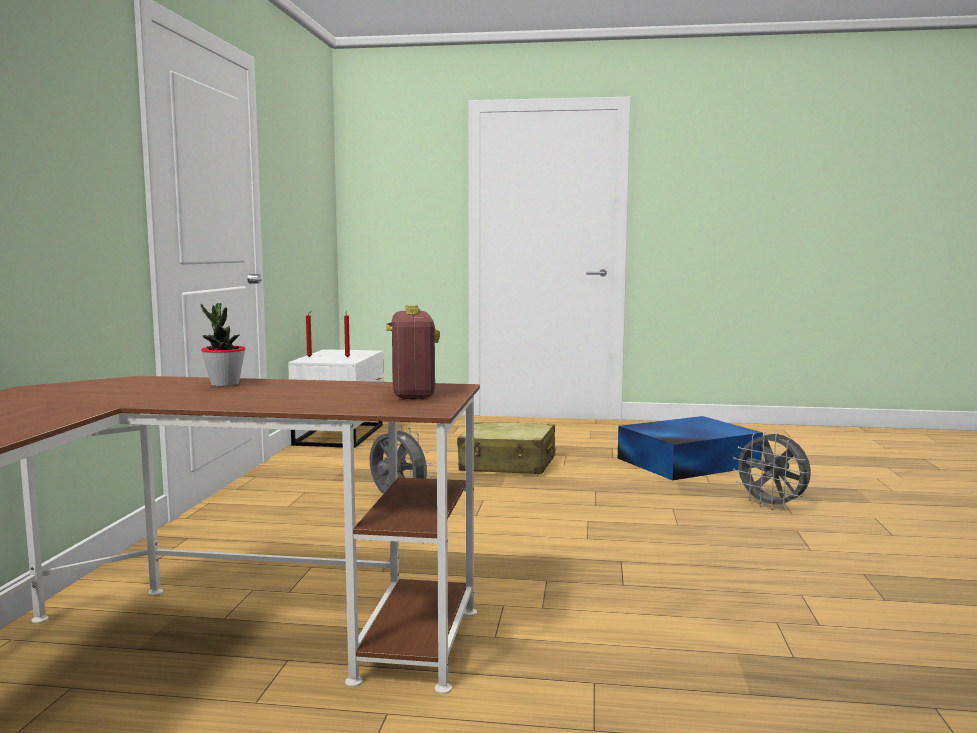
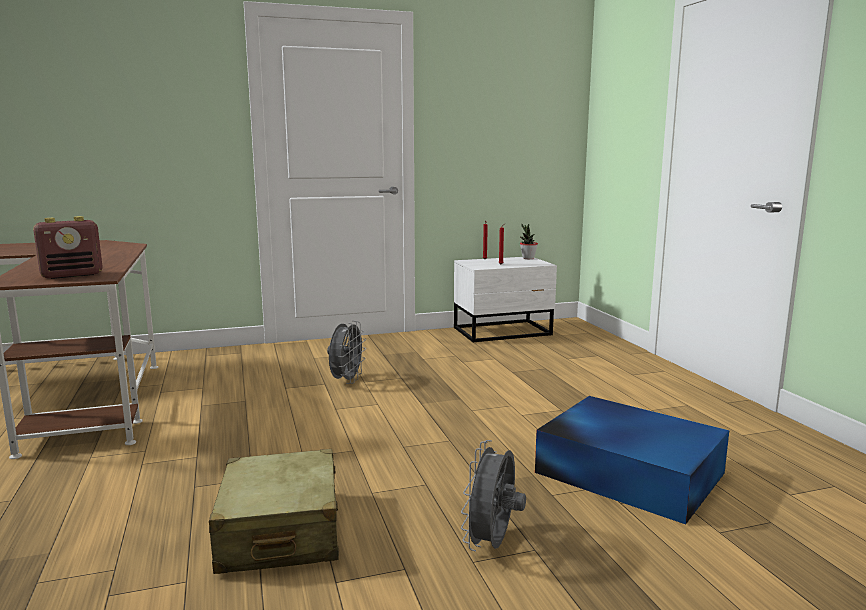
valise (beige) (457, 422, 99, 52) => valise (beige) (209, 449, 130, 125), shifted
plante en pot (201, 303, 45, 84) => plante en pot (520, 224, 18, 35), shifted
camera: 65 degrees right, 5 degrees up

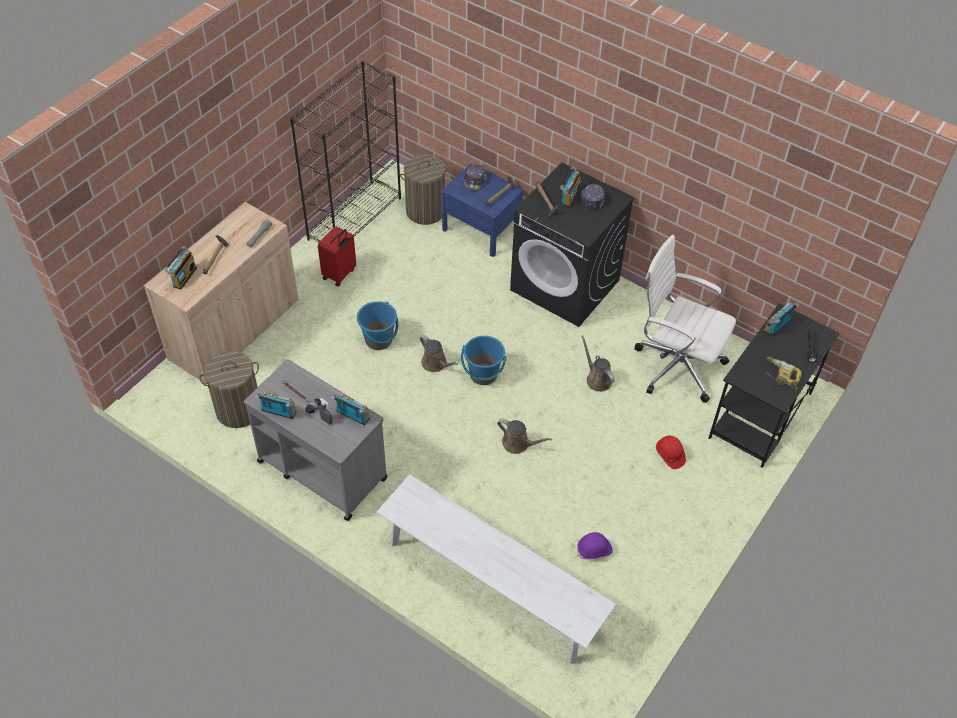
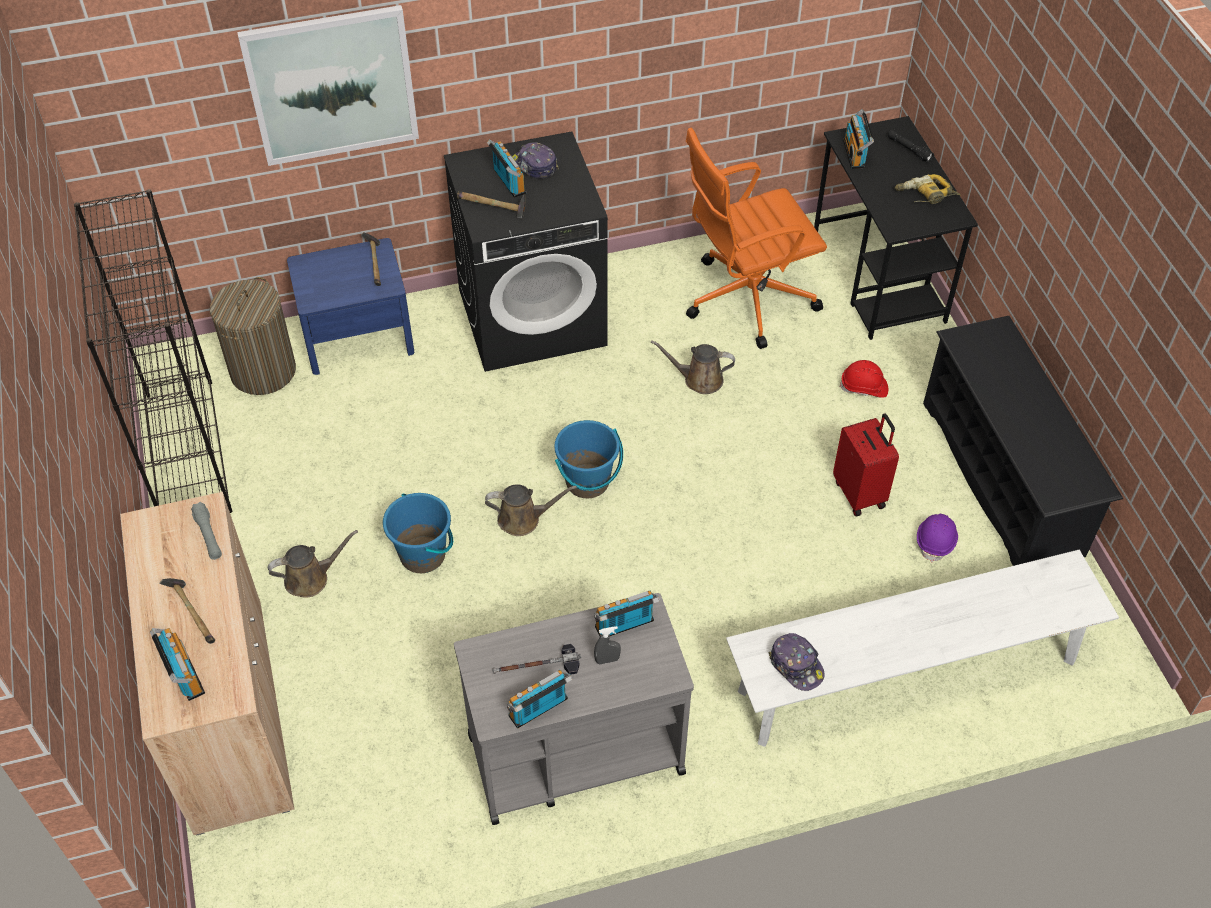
nothing => tableau (237, 5, 182, 161)
arrosoir (marron) (497, 419, 55, 35) => arrosoir (marron) (268, 530, 90, 68), shifted
chaise de bureau (blanc) (635, 235, 101, 168) => chaise de bureau (orange) (686, 128, 141, 221)
casquette (464, 164, 23, 27) => casquette (769, 633, 55, 58), shifted
valise (rouge) (318, 226, 38, 61) => valise (rouge) (833, 414, 66, 102), shifted
nothing => étagère à chaussures (noir) (923, 316, 200, 250)
panier à linge (199, 351, 60, 77) => nothing
camera: 50 degrees left, 0 degrees up

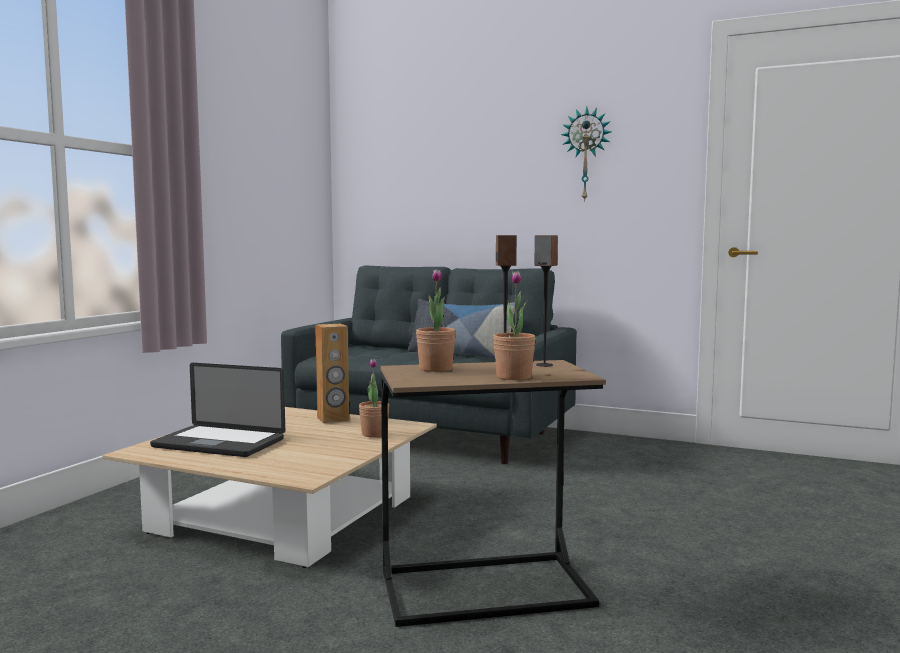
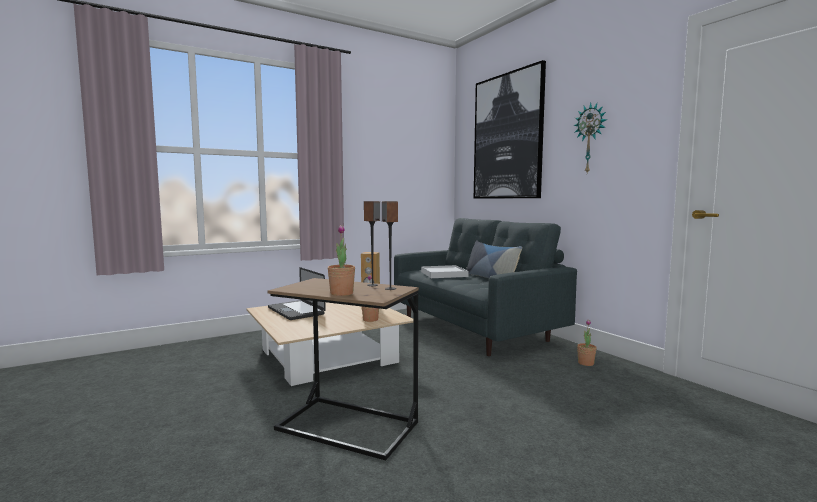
nothing => plateau (blanc) (421, 265, 48, 13)
nothing => tableau (474, 60, 72, 138)
plante en pot (416, 269, 40, 103) => plante en pot (577, 320, 20, 46), shifted
camera: 35 degrees right, 0 degrees up

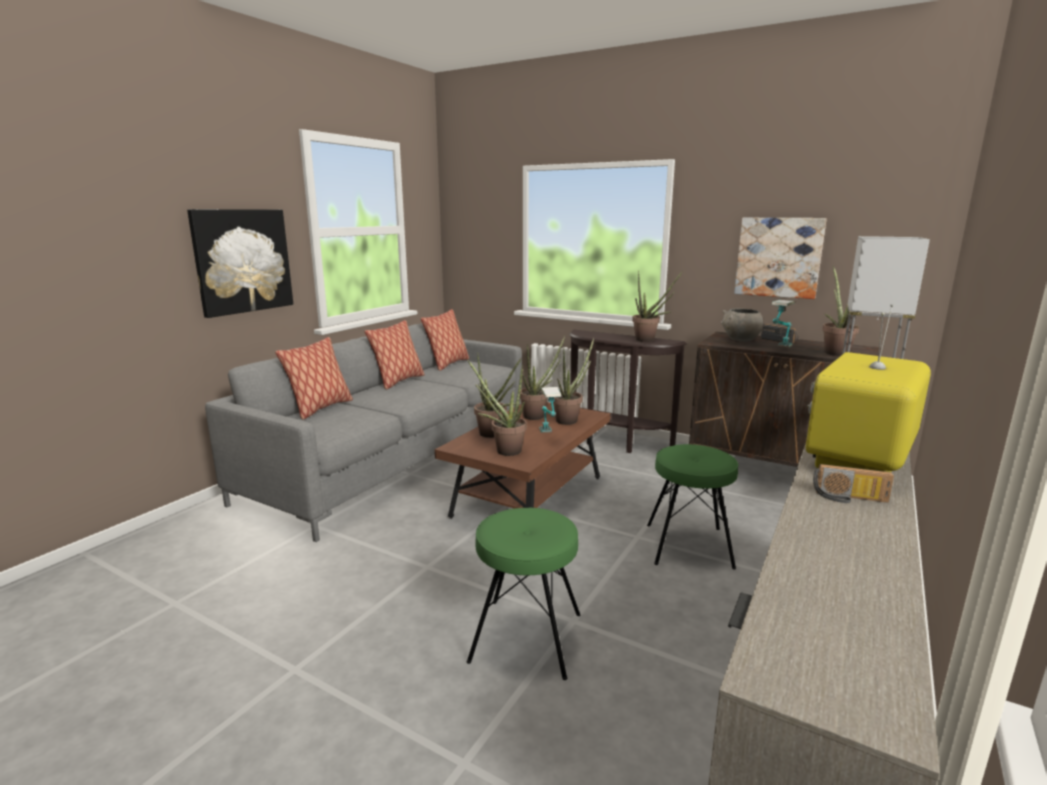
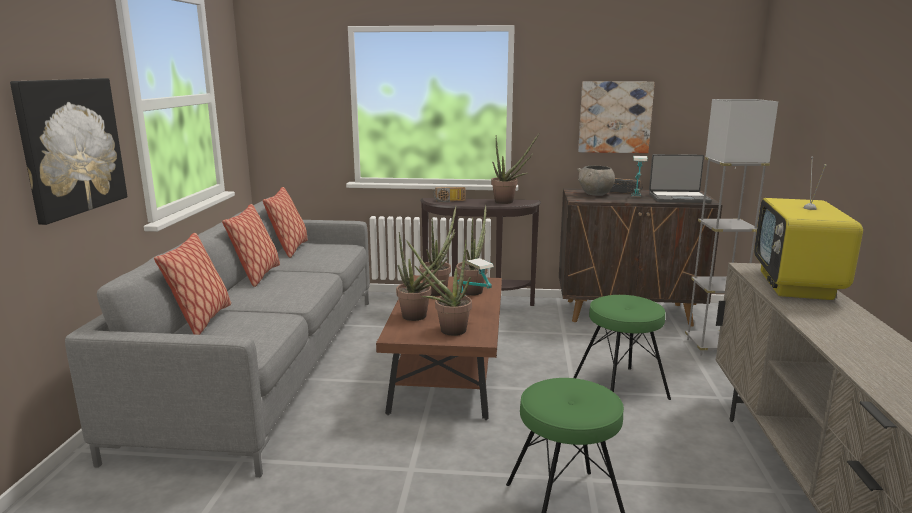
radio (813, 464, 81, 39) => radio (433, 187, 33, 16), shifted
plante en pot (822, 266, 37, 90) => ordinateur portable (649, 154, 63, 49)
camera: 25 degrees left, 0 degrees up

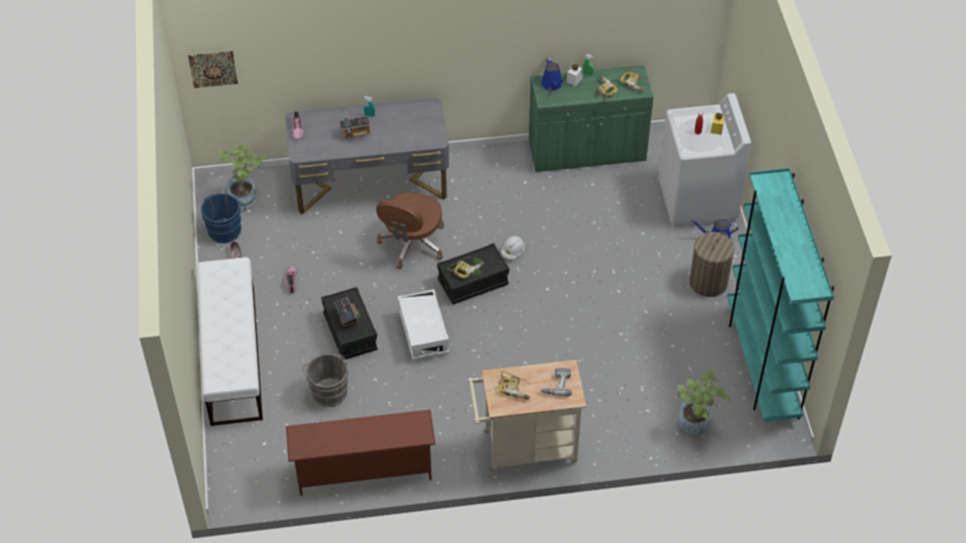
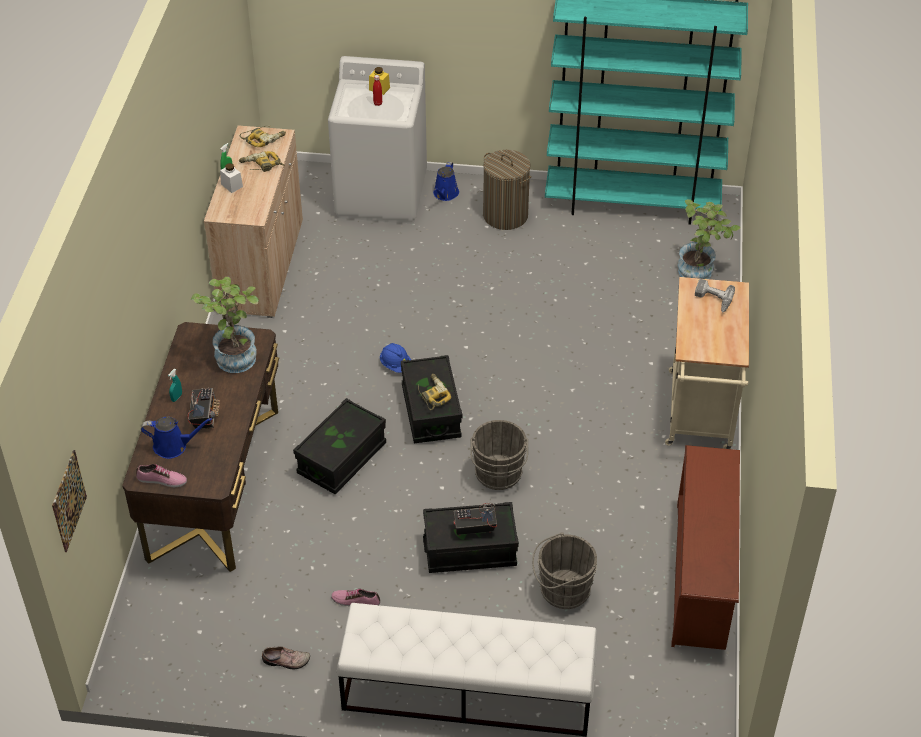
bureau (gris) (285, 98, 164, 116) => bureau (marron) (122, 322, 157, 250)
arrosoir (bleu) (541, 57, 22, 34) => arrosoir (bleu) (141, 416, 72, 43), shifted
plante en pot (217, 144, 49, 64) => plante en pot (191, 277, 68, 96), shifted
meuble de rangement (vert) (529, 65, 124, 107) => meuble de rangement (beige) (204, 125, 99, 193)
chaise de bureau (marron) (376, 192, 68, 77) => boîte de rangement (noir) (293, 398, 93, 96)
casque de chantier (blanc) (501, 235, 24, 24) => casque de chantier (bleu) (380, 343, 31, 30)
boîte de rangement (blanc) (398, 289, 51, 72) => seau (gris) (470, 420, 58, 70)
seau (bleu) (201, 193, 45, 50) => nothing
perceuse (498, 371, 32, 29) => nothing
camera: 75 degrees left, 5 degrees down

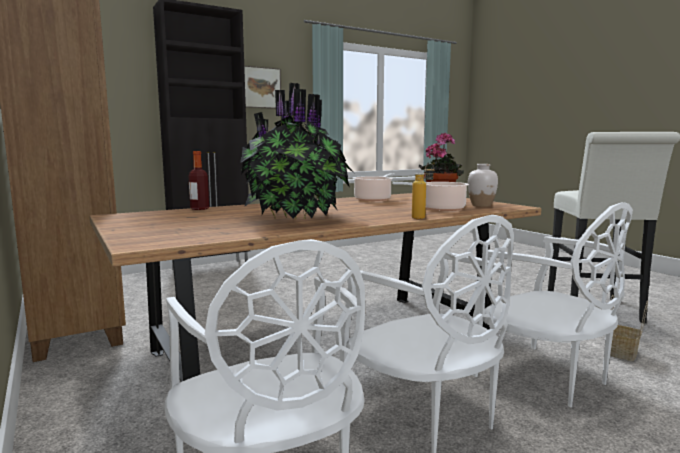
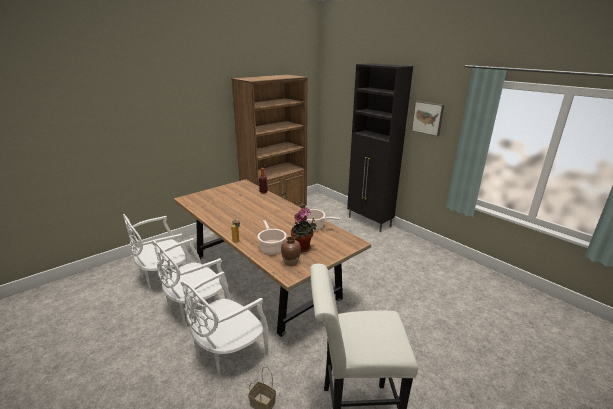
vase (blanc) (468, 164, 30, 43) => vase (marron) (281, 237, 20, 29)
plante en pot (240, 83, 114, 135) => nothing
camera: 80 degrees right, 15 degrees up

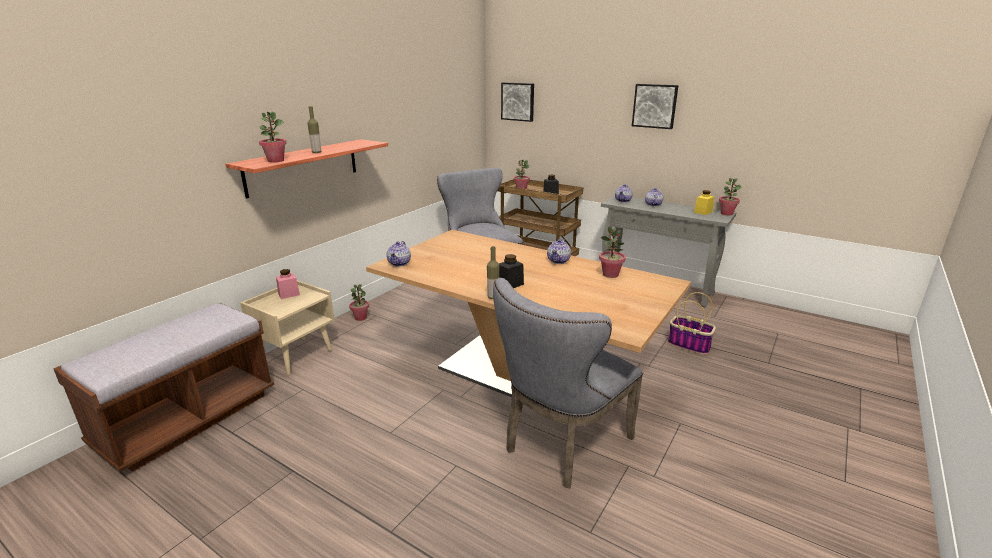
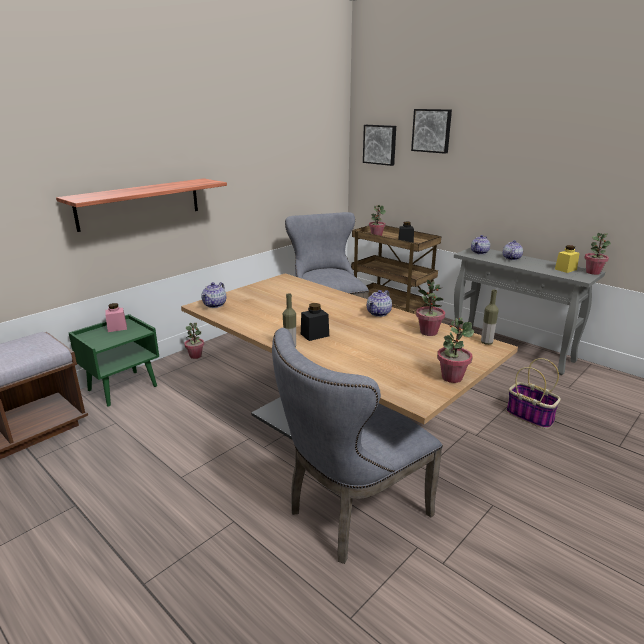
table de chevet (beige) (240, 280, 95, 95) => table de chevet (vert) (69, 314, 90, 93)
tableau (632, 84, 46, 45) => tableau (411, 109, 41, 45), shifted
plante en pot (259, 111, 28, 51) => plante en pot (437, 318, 37, 65), shifted
bouteille (307, 106, 14, 47) => bouteille (481, 290, 17, 55), shifted
camera: 10 degrees right, 0 degrees up

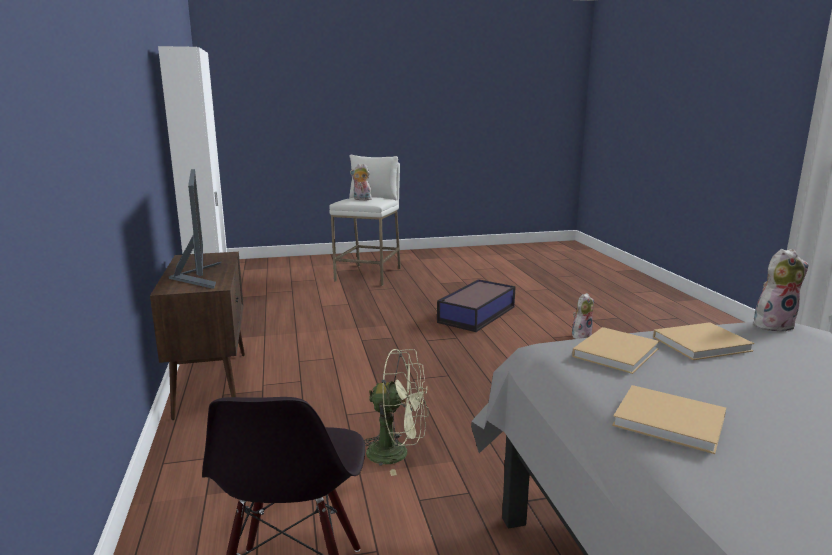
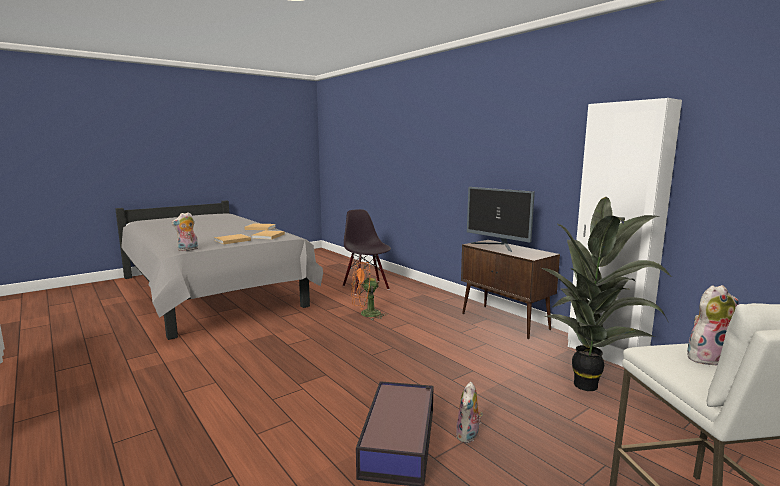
ventilateur (vert) (364, 349, 65, 127) => ventilateur (orange) (351, 262, 37, 58)
peluche (572, 293, 22, 46) => peluche (456, 382, 27, 62), shifted
nothing => plante en pot (541, 197, 131, 194)
camera: 155 degrees right, 5 degrees down

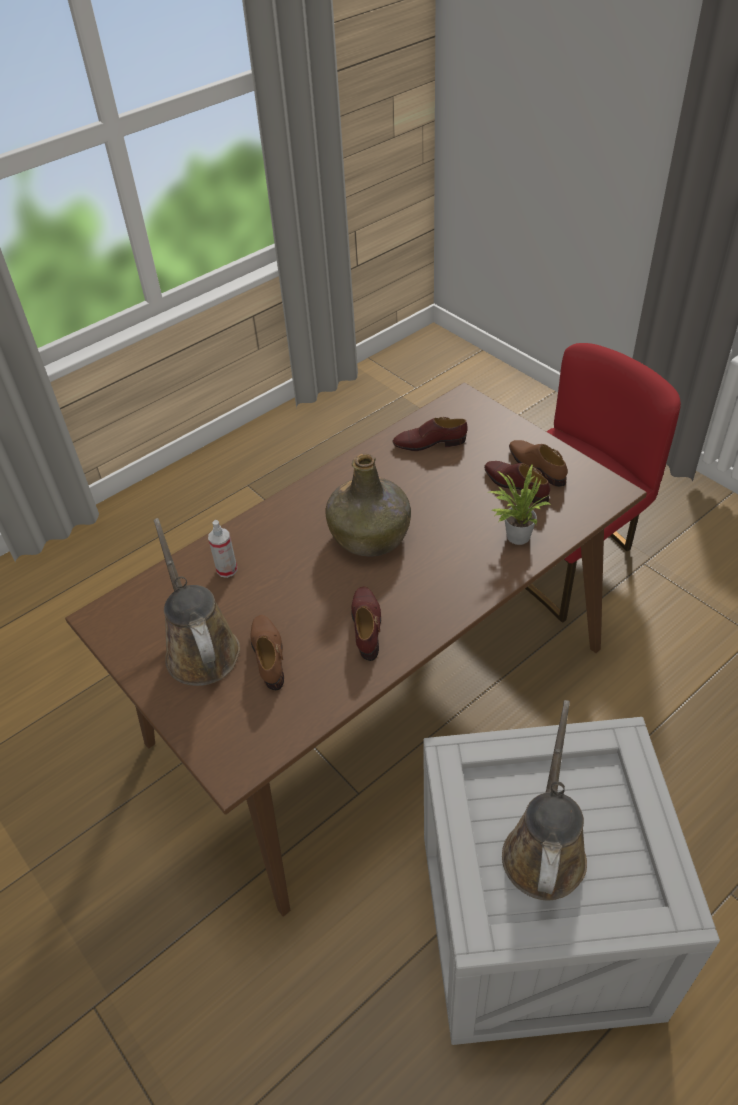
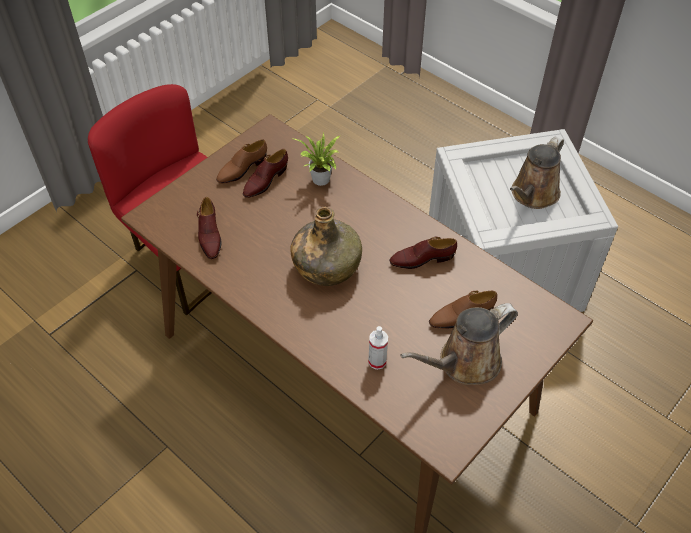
arrosoir (marron) (502, 700, 85, 200) => arrosoir (marron) (510, 136, 54, 73), 60 degrees counterclockwise
camera: 100 degrees left, 5 degrees up

